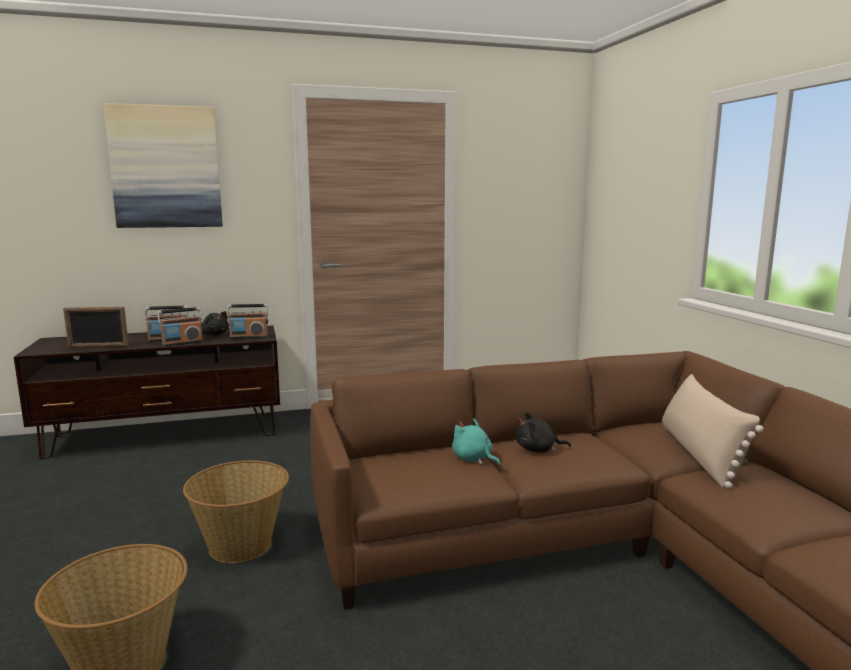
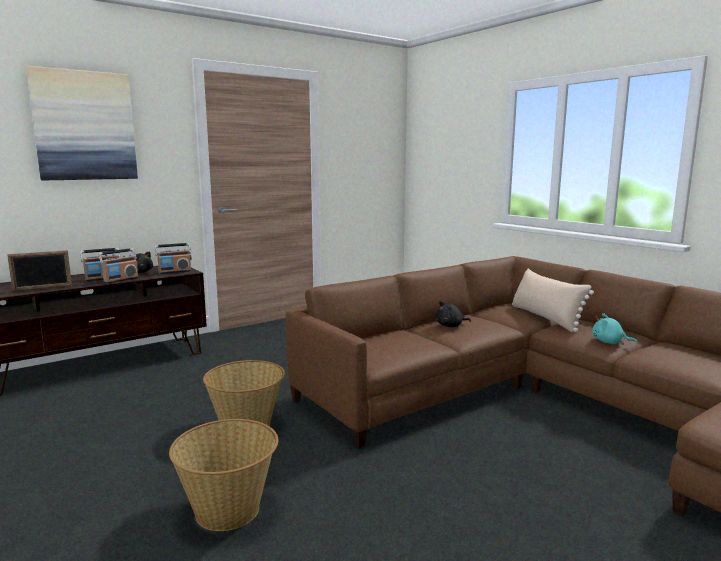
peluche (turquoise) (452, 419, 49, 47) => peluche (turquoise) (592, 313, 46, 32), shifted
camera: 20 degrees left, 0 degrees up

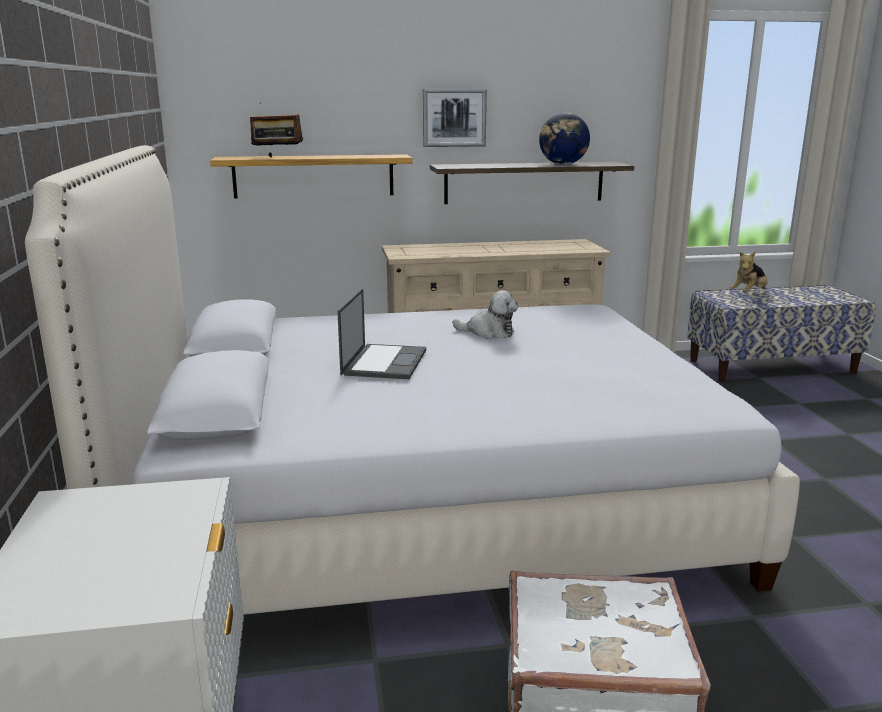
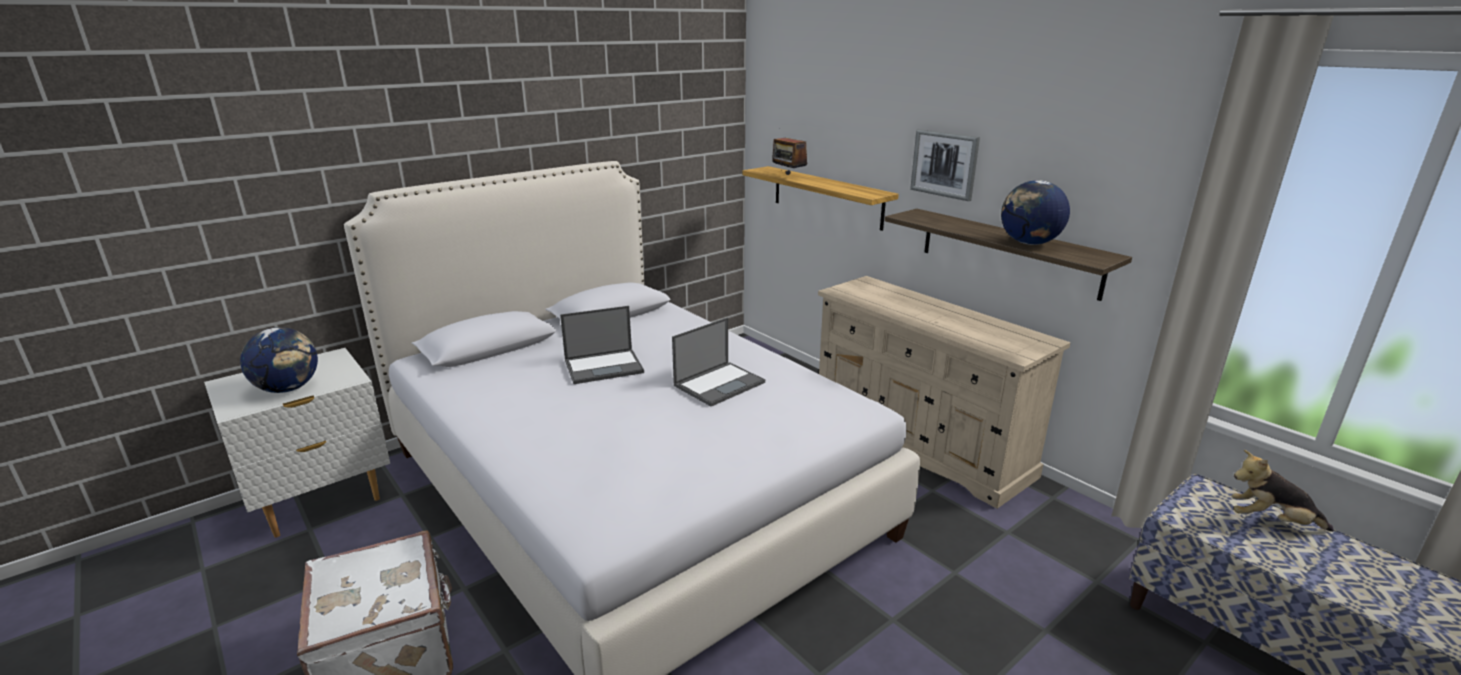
nothing => globe (240, 327, 78, 66)
peluche (453, 290, 65, 49) => ordinateur portable (672, 317, 93, 89)
camera: 60 degrees right, 5 degrees up

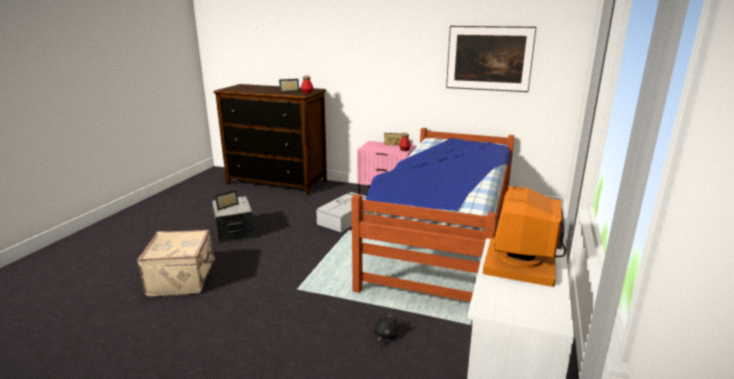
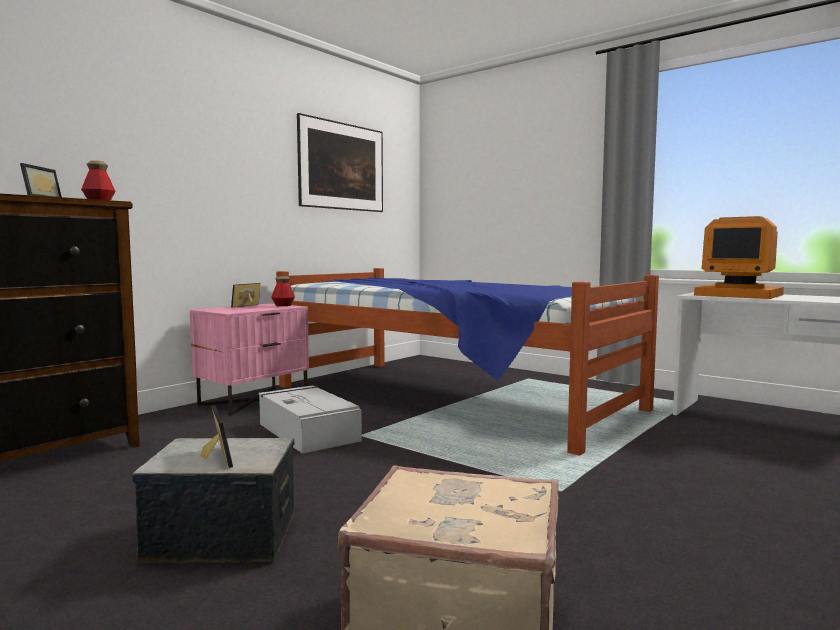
peluche (noir) (374, 313, 24, 34) => nothing
camera: 70 degrees left, 15 degrees down

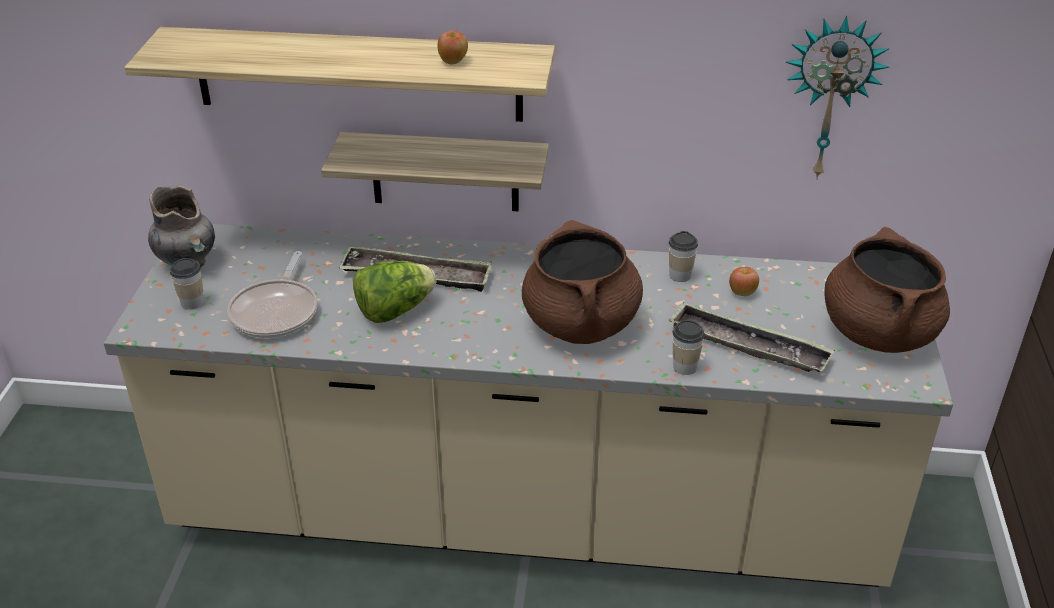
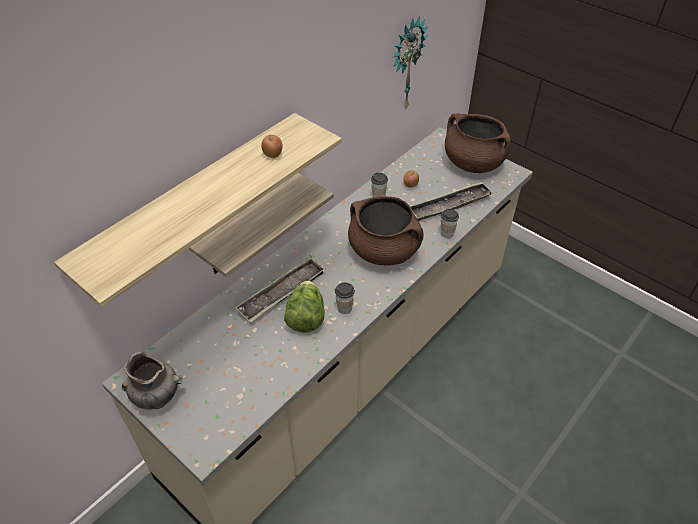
tasse (170, 258, 34, 52) => tasse (335, 282, 20, 32), shifted
poêle (227, 251, 90, 87) => nothing
camera: 55 degrees left, 10 degrees up

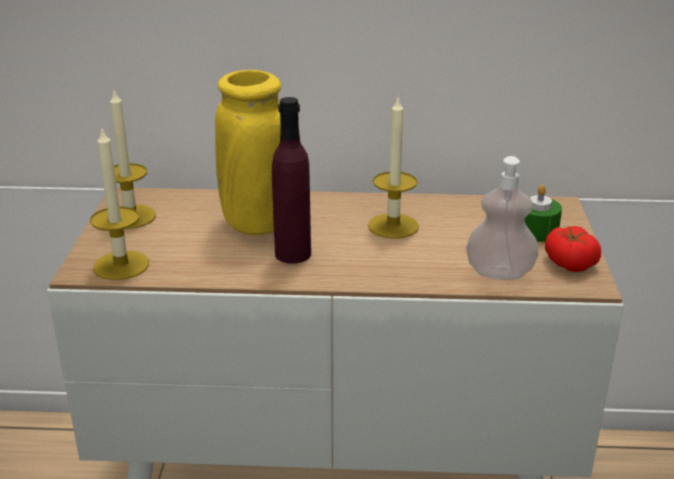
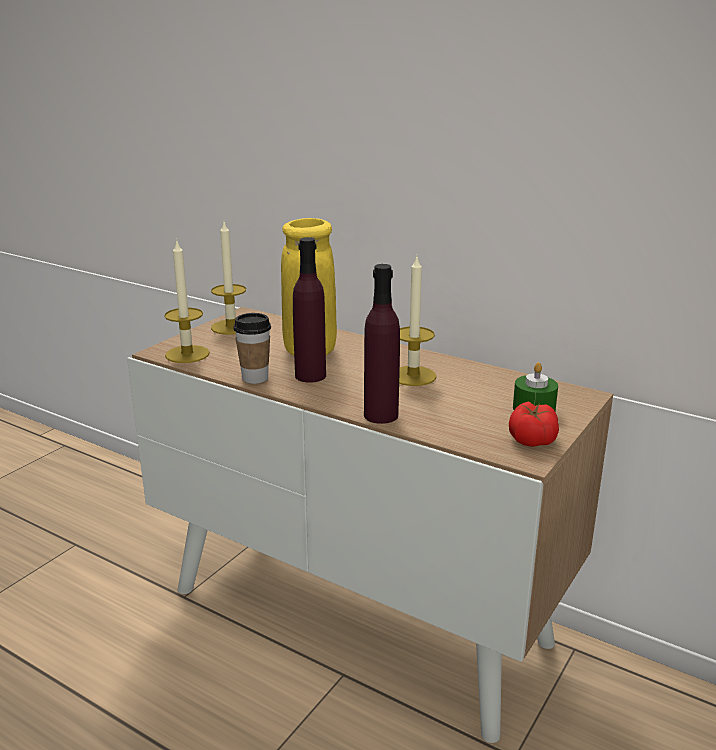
nothing => tasse (233, 313, 38, 71)
nothing => bouteille (violet) (364, 264, 36, 160)
distributeur de savon (466, 156, 73, 124) => nothing
camera: 30 degrees right, 5 degrees down

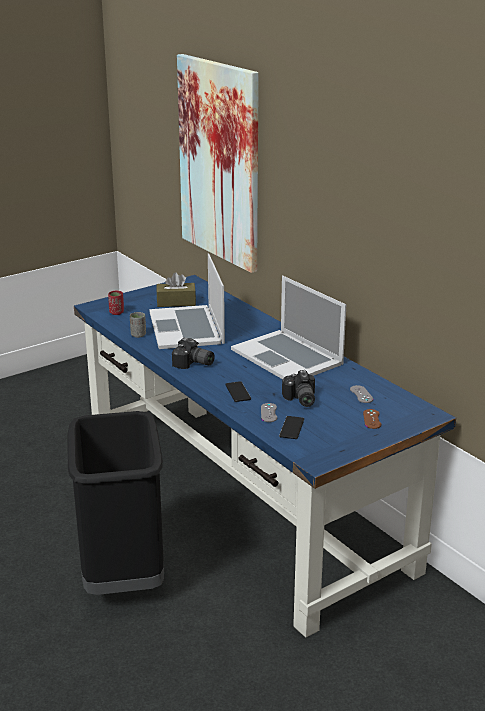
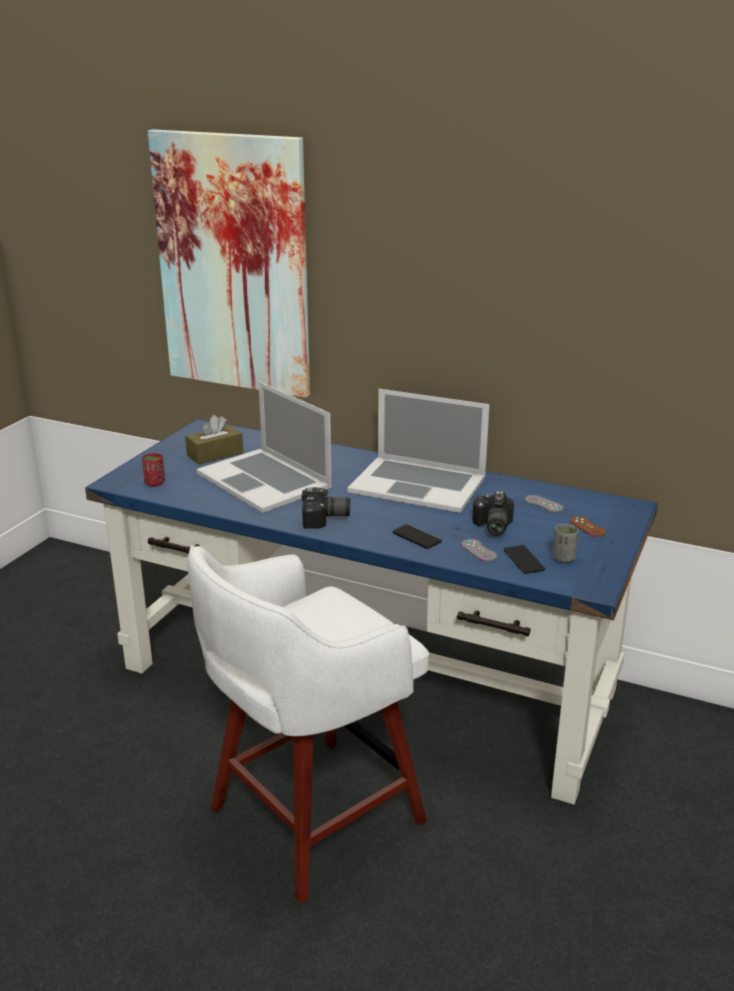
poubelle (noir) (67, 411, 97, 184) => tabouret (blanc) (187, 546, 242, 357)
appareil photo (282, 370, 33, 37) => appareil photo (472, 491, 42, 45), 45 degrees clockwise
tasse (gris) (130, 312, 16, 26) => tasse (gris) (553, 524, 26, 38), shifted
camera: 30 degrees left, 0 degrees up

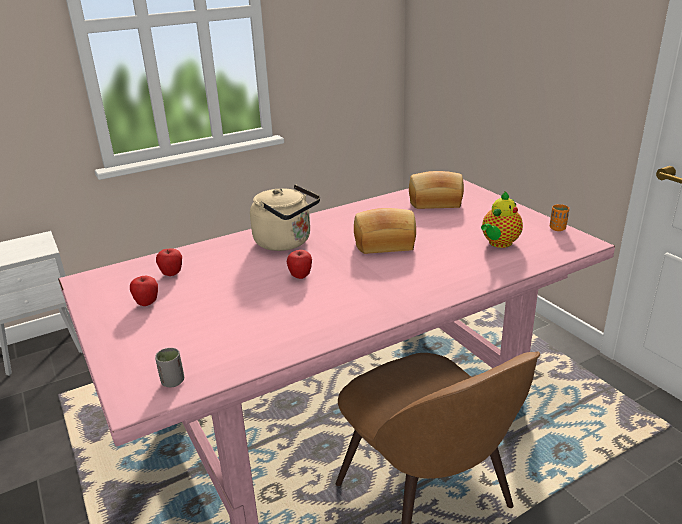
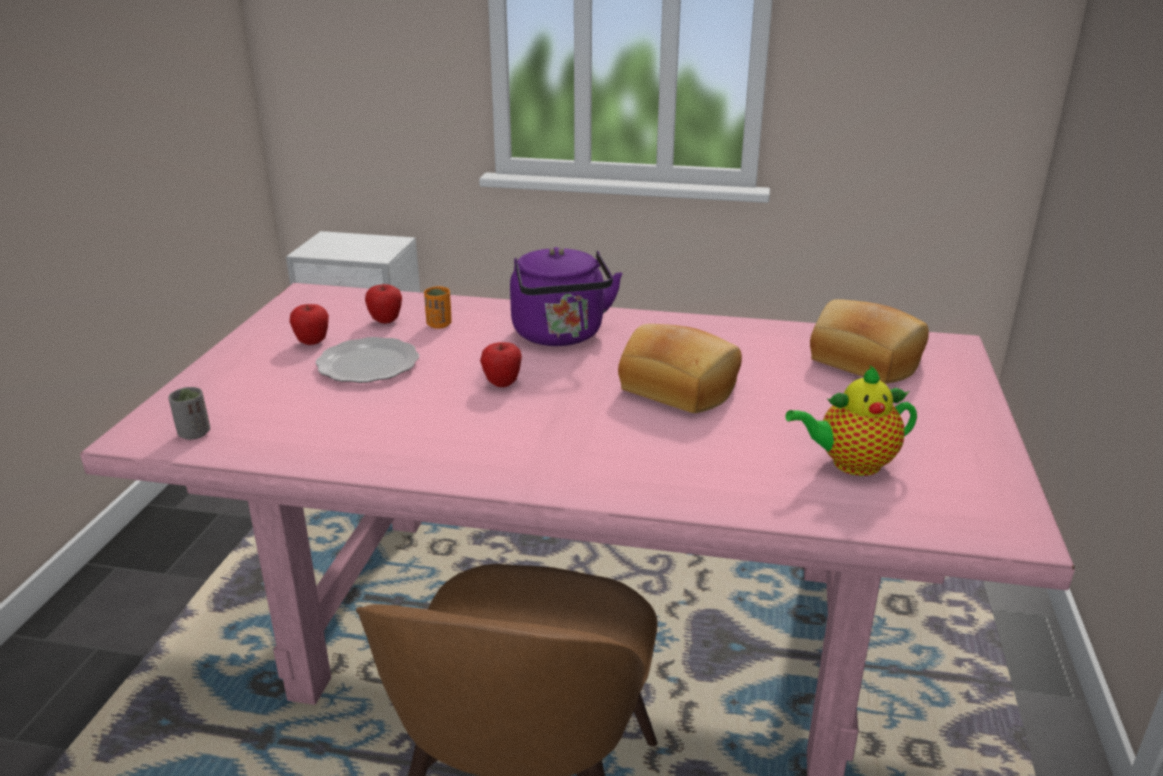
nothing => assiette (315, 337, 104, 46)
tasse (orange) (550, 204, 19, 27) => tasse (orange) (424, 286, 28, 43), shifted
bouilloire (beige) (250, 184, 70, 67) => bouilloire (violet) (510, 247, 112, 99)
camera: 40 degrees right, 0 degrees up

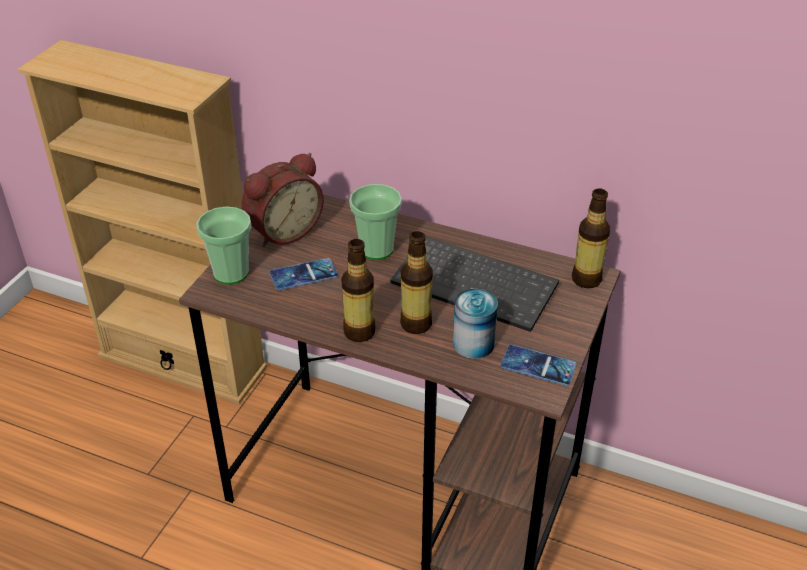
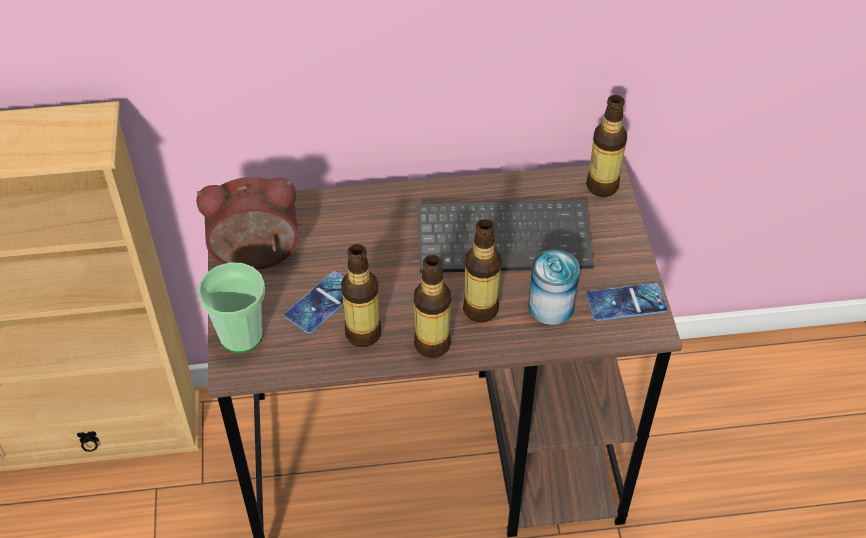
réveil (241, 153, 83, 94) => réveil (196, 177, 103, 93), 120 degrees counterclockwise
nothing => bouteille (341, 244, 40, 103)
tasse (349, 184, 53, 76) => nothing
camera: 30 degrees left, 10 degrees up

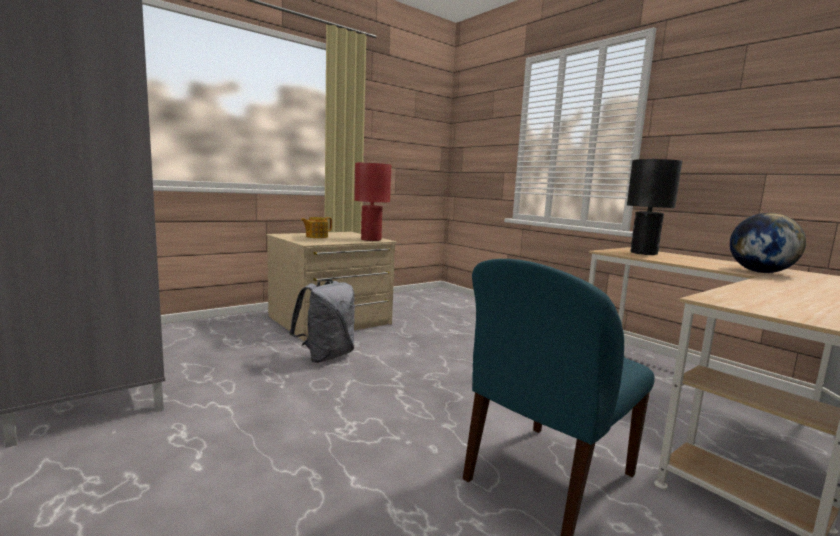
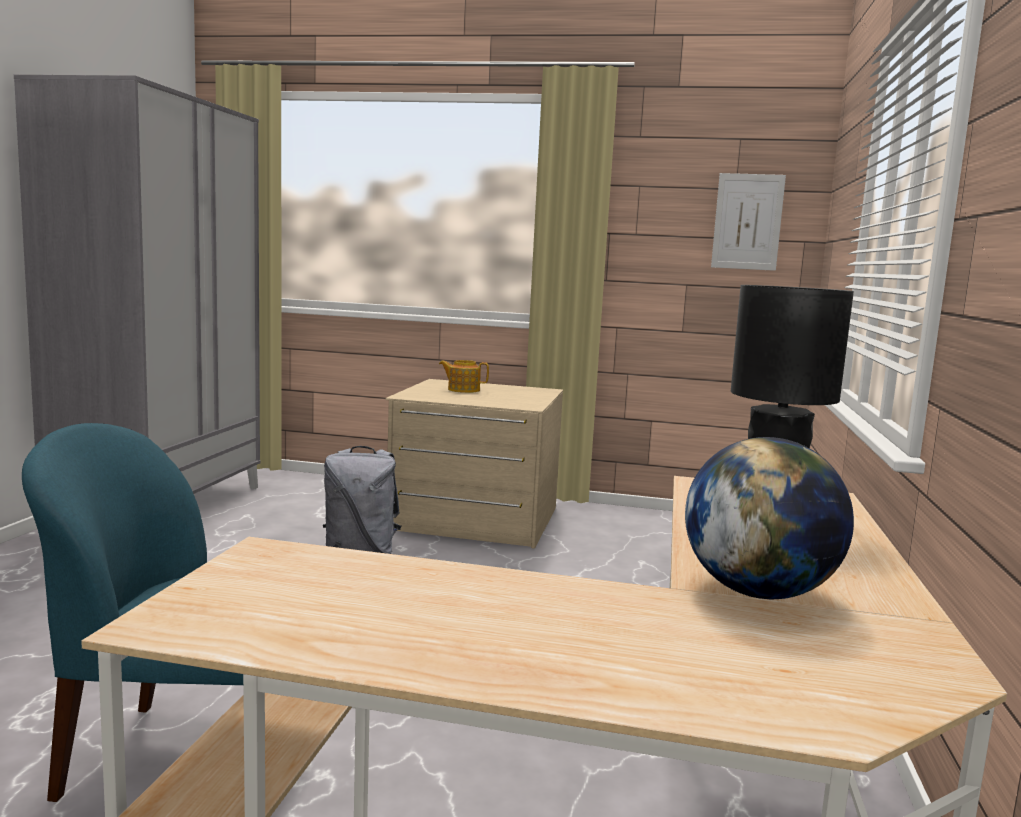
nothing => tableau (711, 173, 75, 98)
lampe de table (rouge) (354, 163, 37, 78) => nothing
camera: 50 degrees right, 0 degrees up

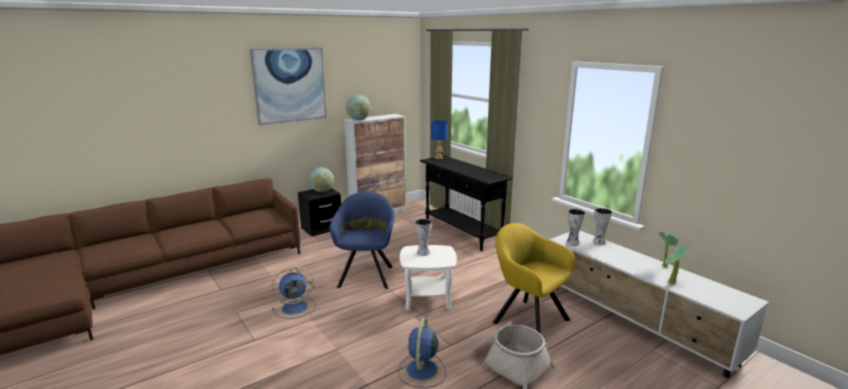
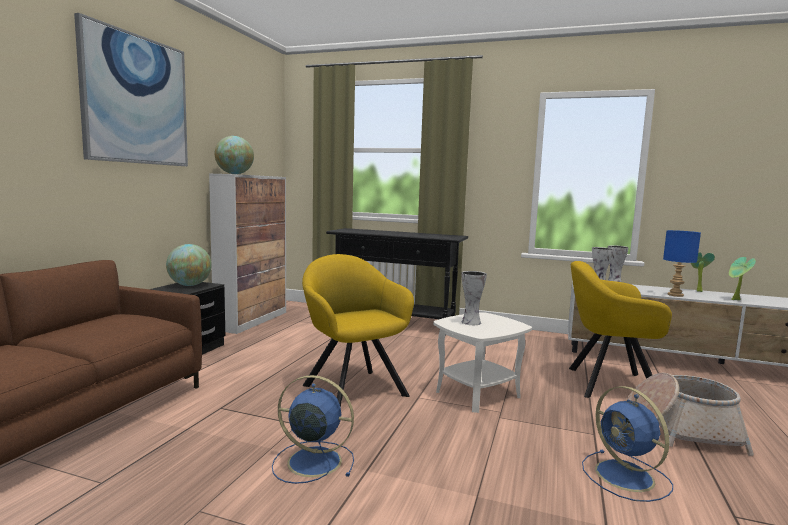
ventilateur (bleu) (272, 266, 44, 53) => ventilateur (bleu) (272, 375, 82, 109), 105 degrees counterclockwise
fauteuil (bleu) (330, 192, 65, 97) => fauteuil (jaune) (302, 254, 112, 154)
lampe de table (bleu) (431, 120, 17, 39) => lampe de table (bleu) (663, 230, 38, 67), shifted
camera: 35 degrees left, 10 degrees down

